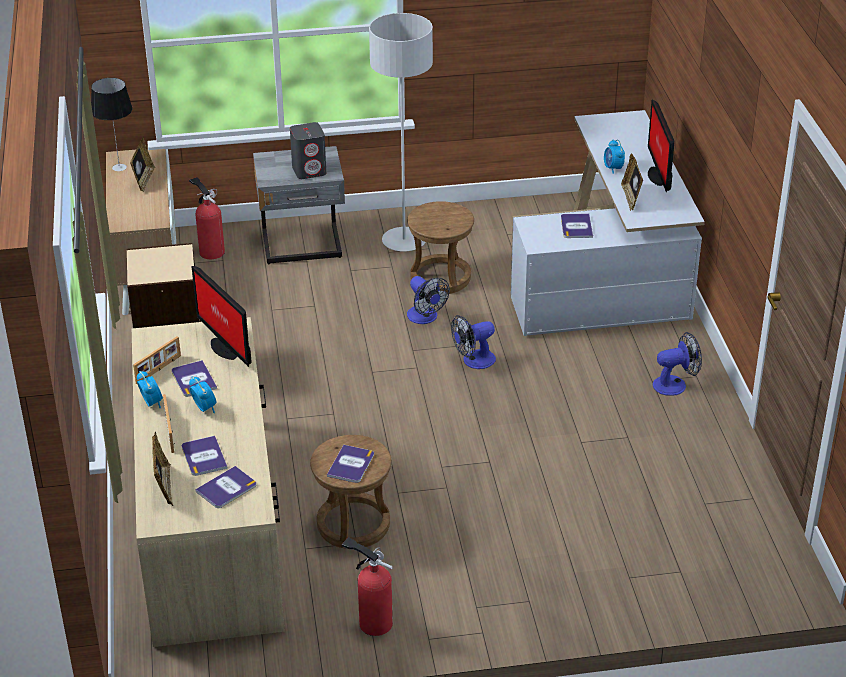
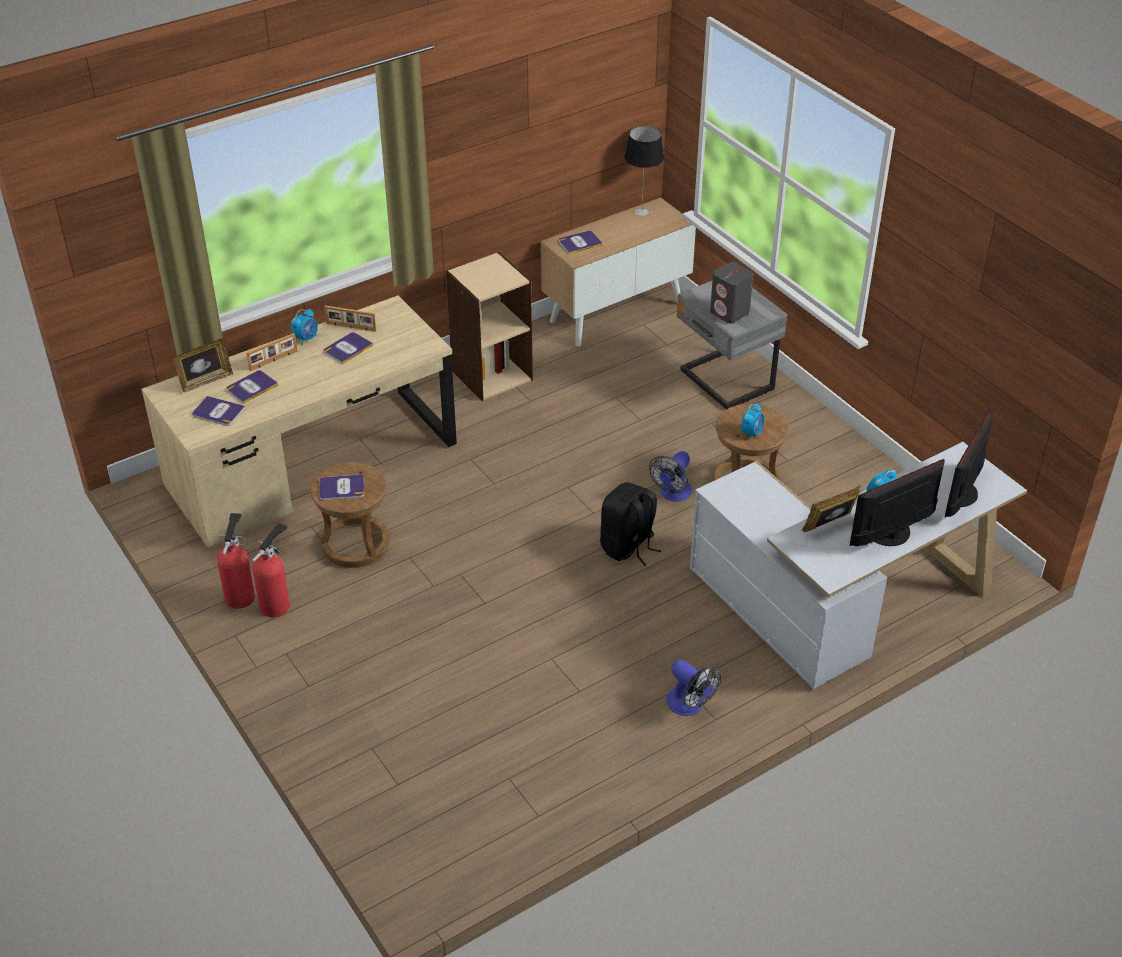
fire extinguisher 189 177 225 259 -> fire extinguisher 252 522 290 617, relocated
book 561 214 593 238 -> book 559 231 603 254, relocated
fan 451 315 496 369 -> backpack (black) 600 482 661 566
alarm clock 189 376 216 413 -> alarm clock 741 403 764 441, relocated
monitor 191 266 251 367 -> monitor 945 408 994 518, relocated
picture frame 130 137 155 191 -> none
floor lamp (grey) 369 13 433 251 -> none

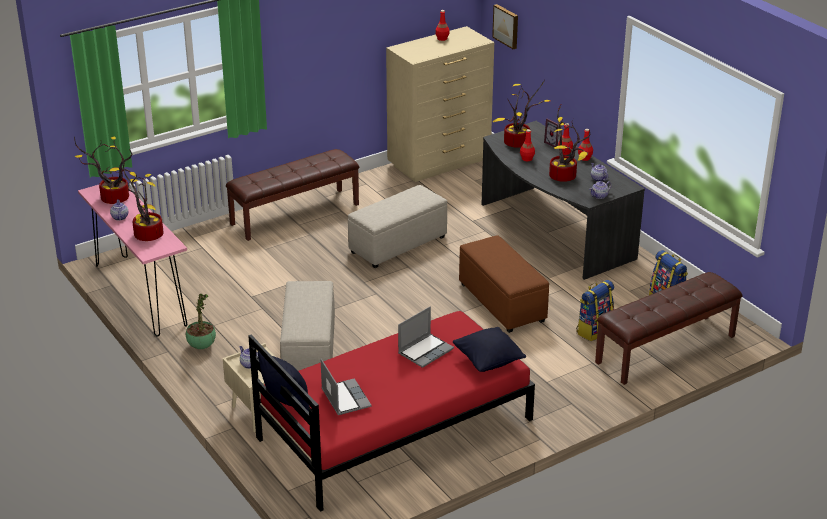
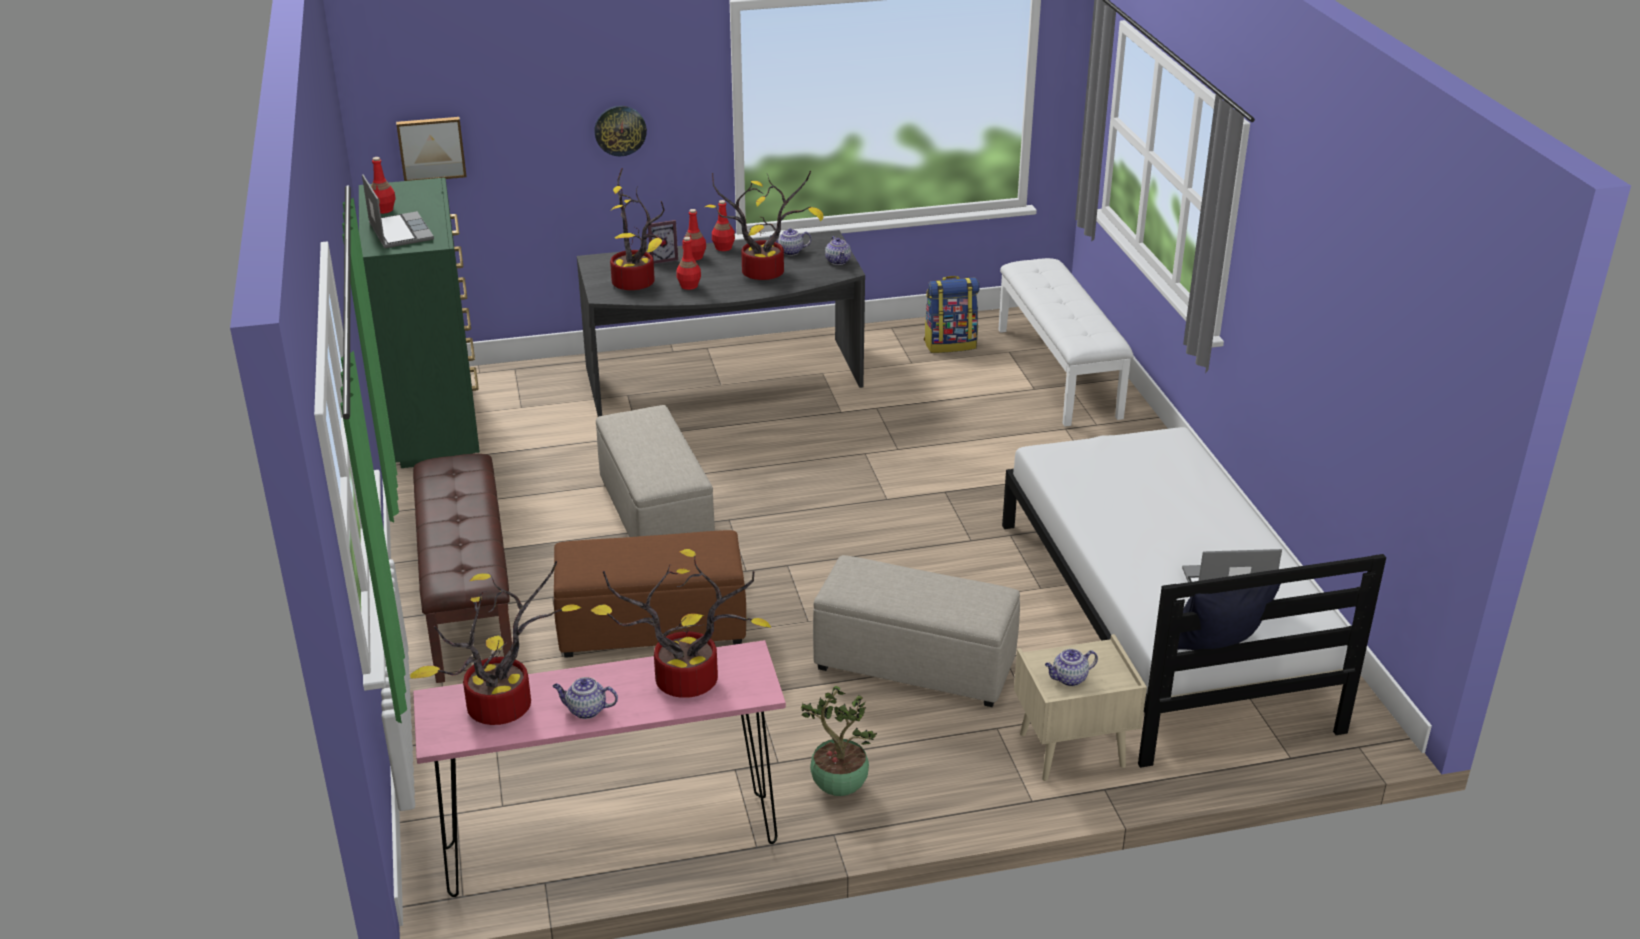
dresser (beige) 386 26 494 182 -> dresser (green) 359 178 480 468
laptop 398 306 454 368 -> laptop 362 174 434 248, relocated
ottoman (brown) 459 235 549 333 -> ottoman (brown) 554 530 746 658, relocated
none -> wall clock 594 106 647 156
bench (brown) 595 272 742 385 -> bench (white) 999 258 1134 426
bed (red) 248 311 535 512 -> bed (white) 1002 427 1386 768
pillow (black) 453 327 526 372 -> none
backpack 576 280 614 341 -> none

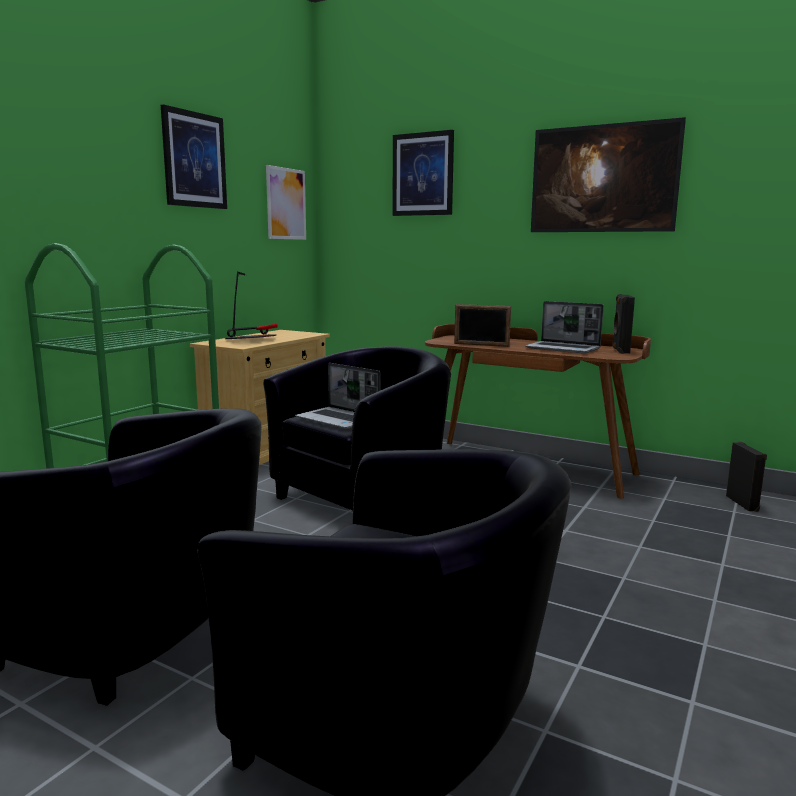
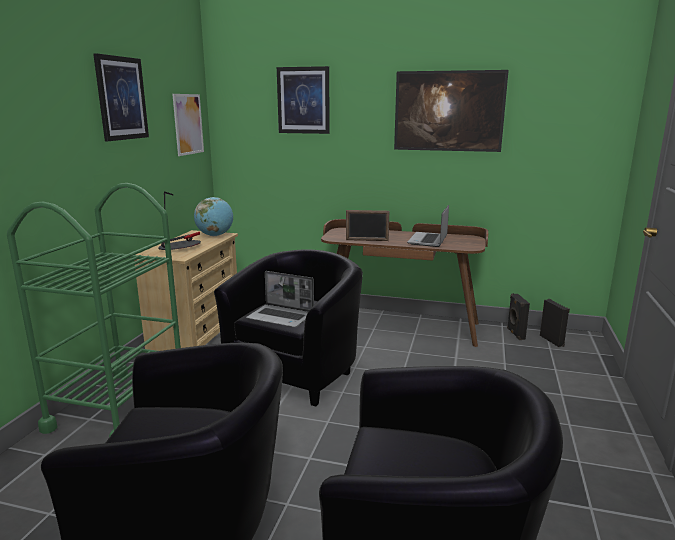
none -> globe 194 197 233 236
laptop 525 301 604 354 -> laptop 407 205 449 247, 90 degrees clockwise
speaker (black) 612 294 635 354 -> speaker (black) 507 293 530 340, relocated

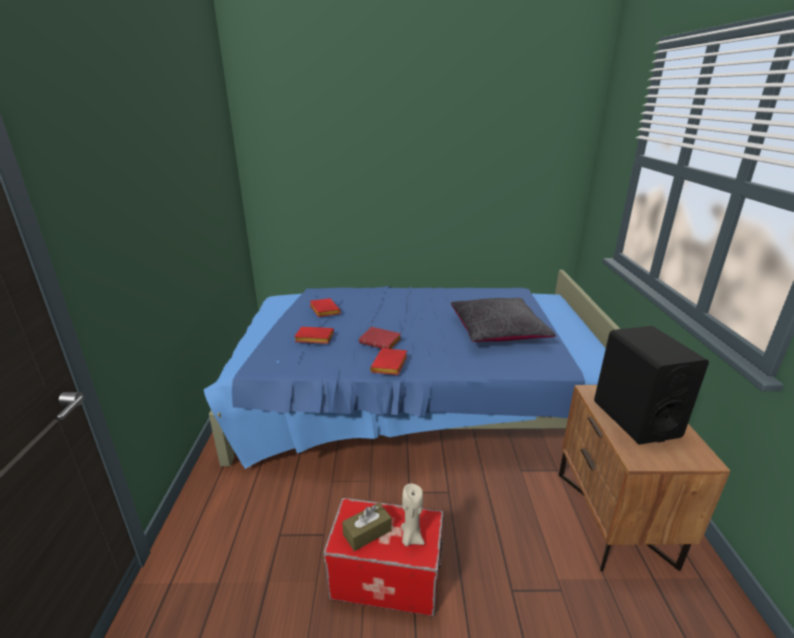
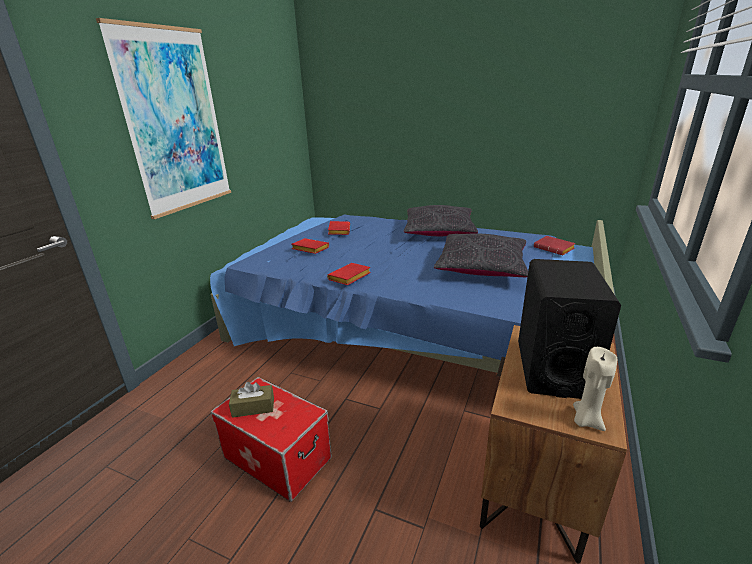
none -> picture 96 18 231 219
none -> pillow (black) 404 205 478 236
book (red) 359 327 401 349 -> book (red) 534 236 576 255, relocated
candle (beige) 401 483 425 546 -> candle (beige) 573 347 617 431, relocated

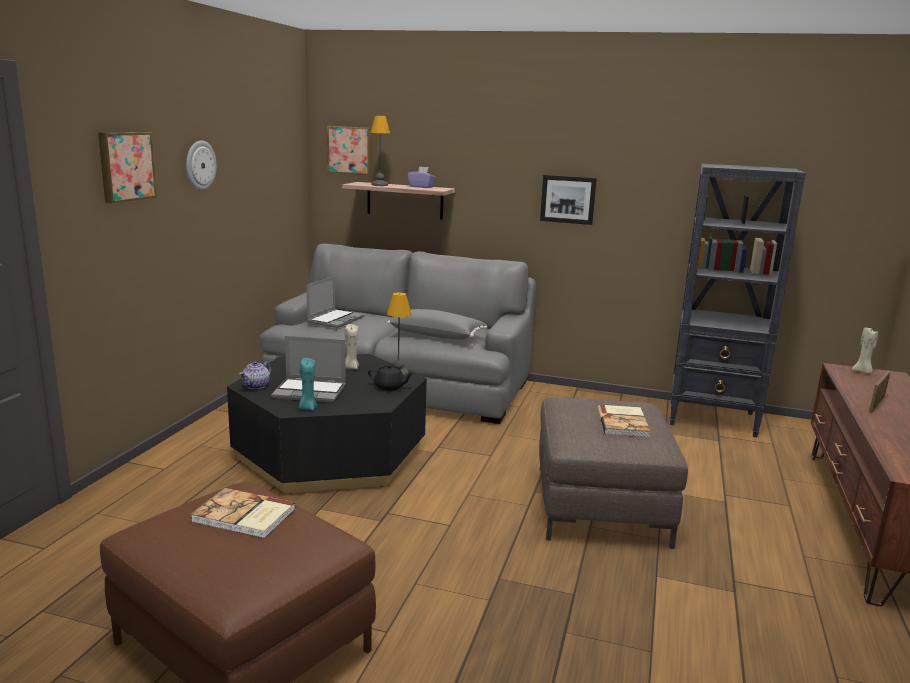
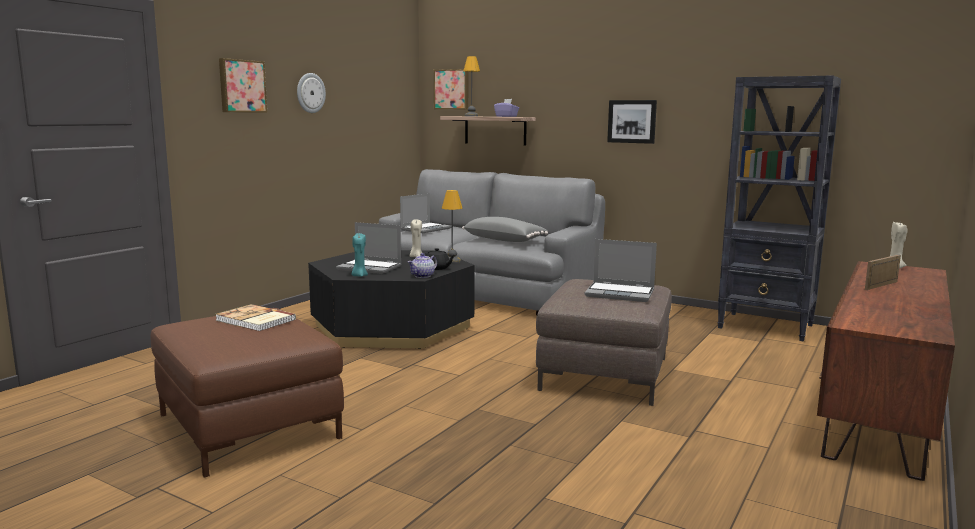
teapot 239 361 271 389 -> teapot 408 253 437 278, relocated
book 598 405 650 437 -> laptop 585 239 657 302

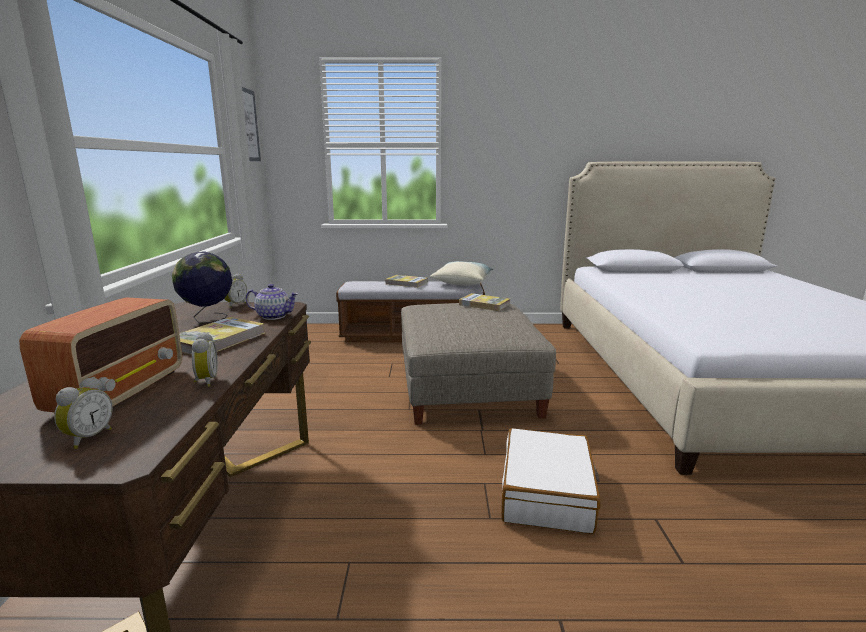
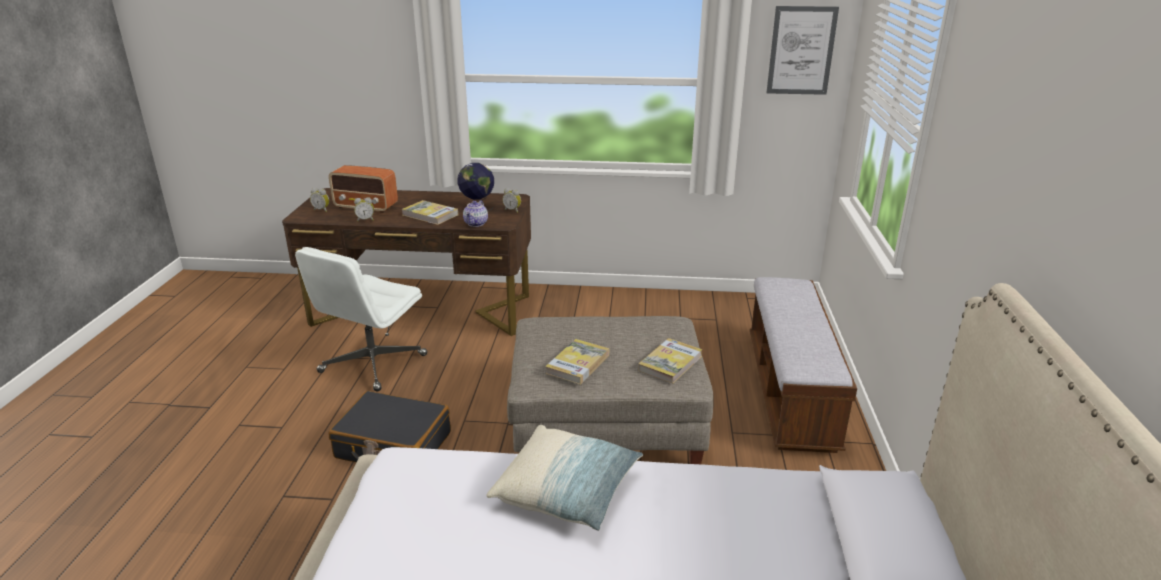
none -> office chair (white) 295 247 427 392
suitcase (white) 501 428 601 534 -> suitcase (black) 329 391 451 462
pillow 430 261 494 285 -> pillow 487 425 643 531, relocated
book 385 275 428 288 -> book 545 339 609 385, relocated

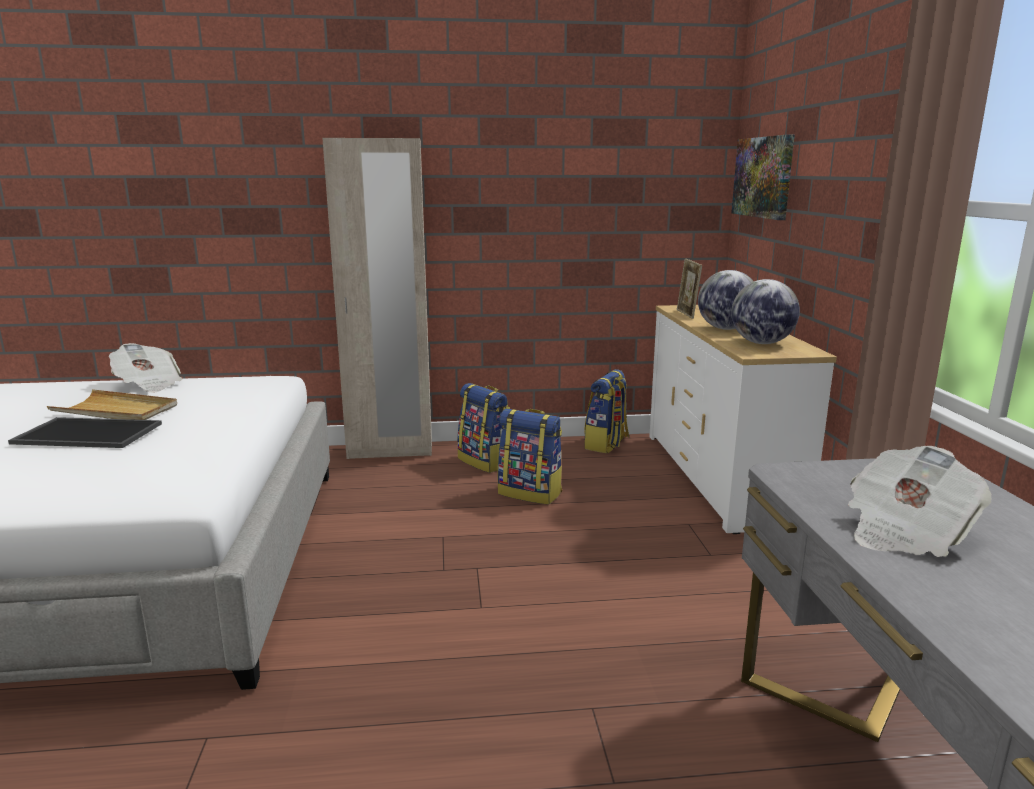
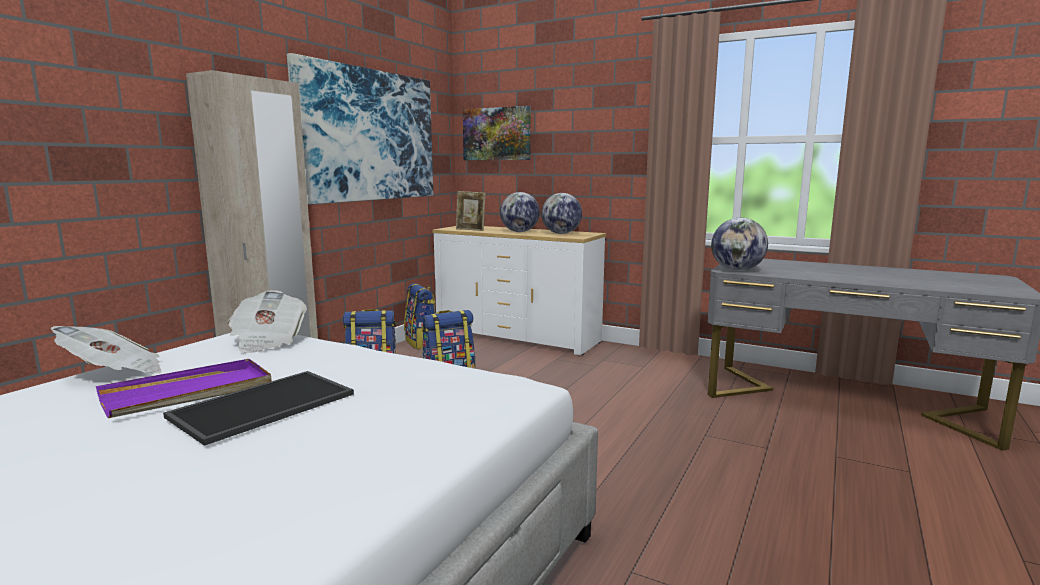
tray (beige) 46 389 177 420 -> tray (purple) 96 359 272 418
newspaper 848 446 992 557 -> newspaper 228 290 307 353, relocated
none -> picture 287 53 433 204
none -> globe 711 218 768 271

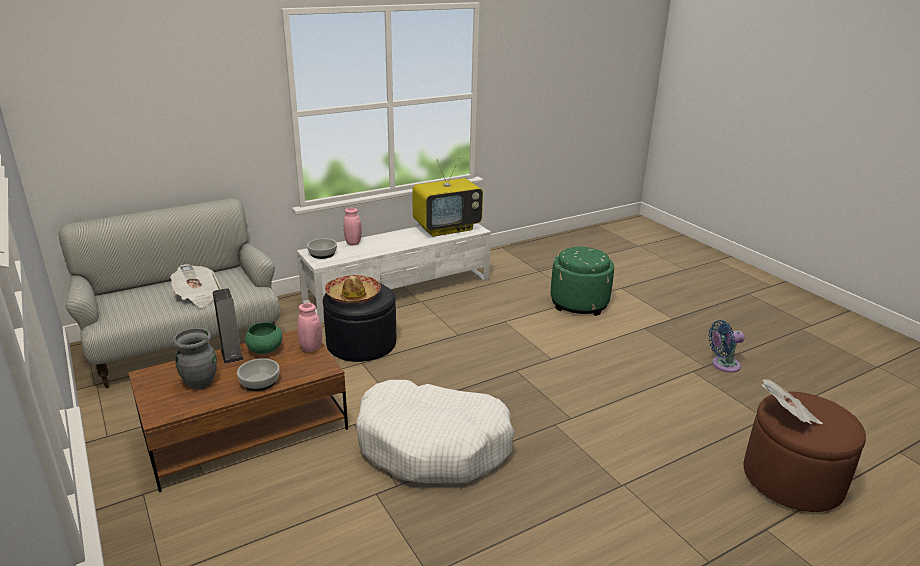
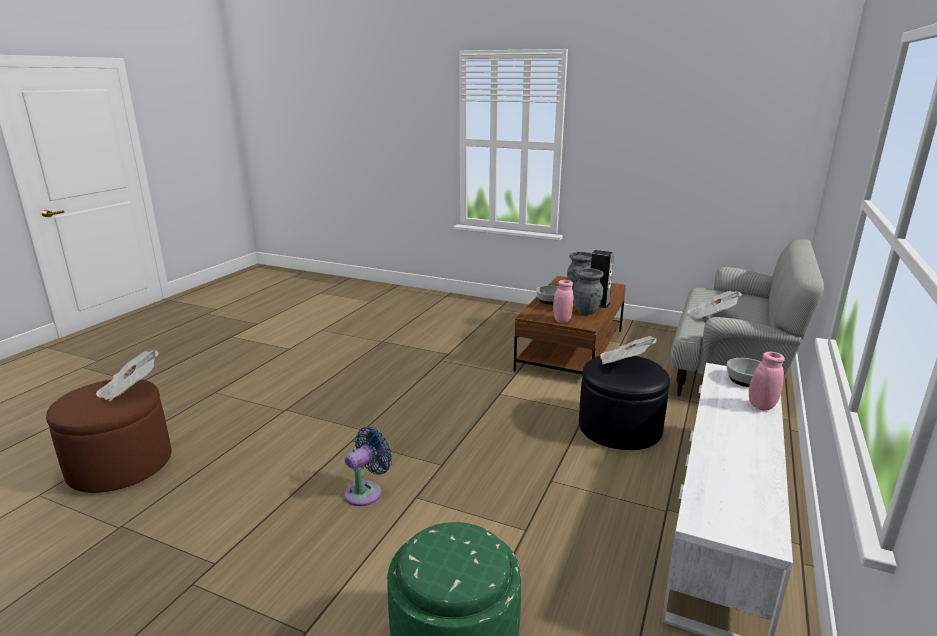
fan (blue) 709 320 745 373 -> fan (blue) 344 427 392 506, relocated
bowl (green) 245 322 283 354 -> vase (grey) 574 268 603 315
hat 325 275 381 303 -> newspaper 600 336 657 365
dog bed (white) 356 380 515 483 -> none
television 412 158 483 237 -> none

